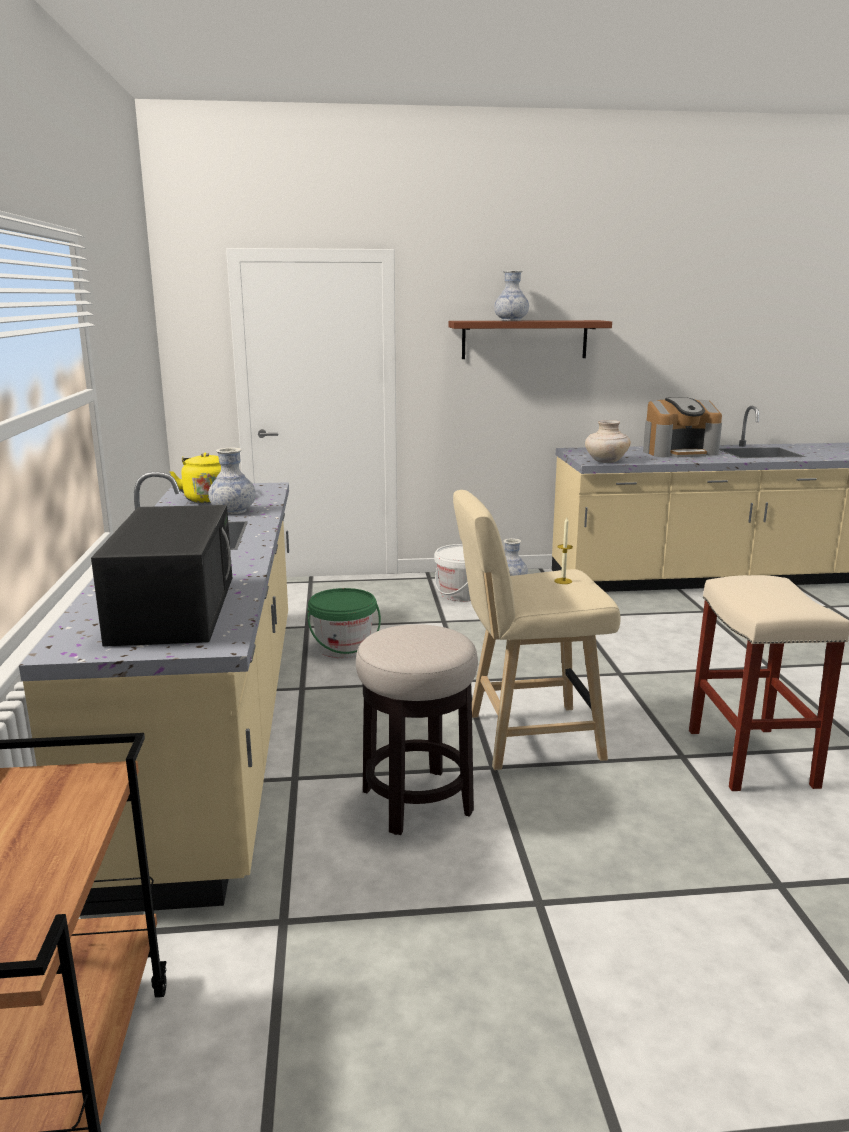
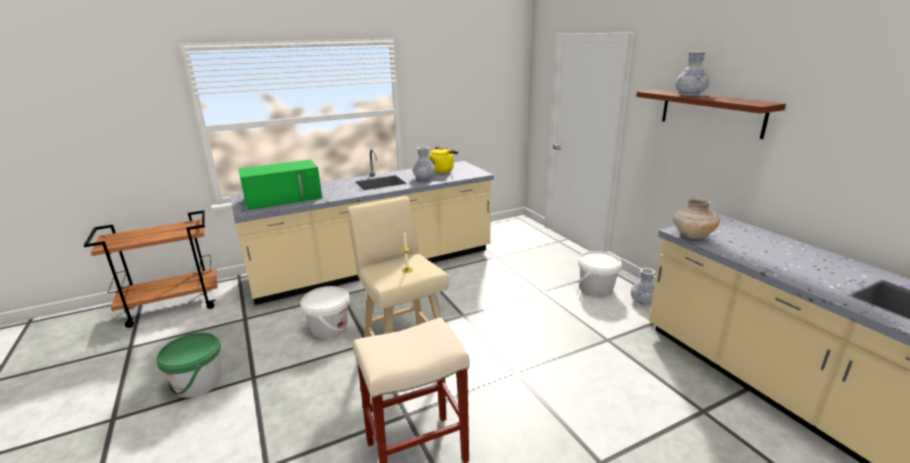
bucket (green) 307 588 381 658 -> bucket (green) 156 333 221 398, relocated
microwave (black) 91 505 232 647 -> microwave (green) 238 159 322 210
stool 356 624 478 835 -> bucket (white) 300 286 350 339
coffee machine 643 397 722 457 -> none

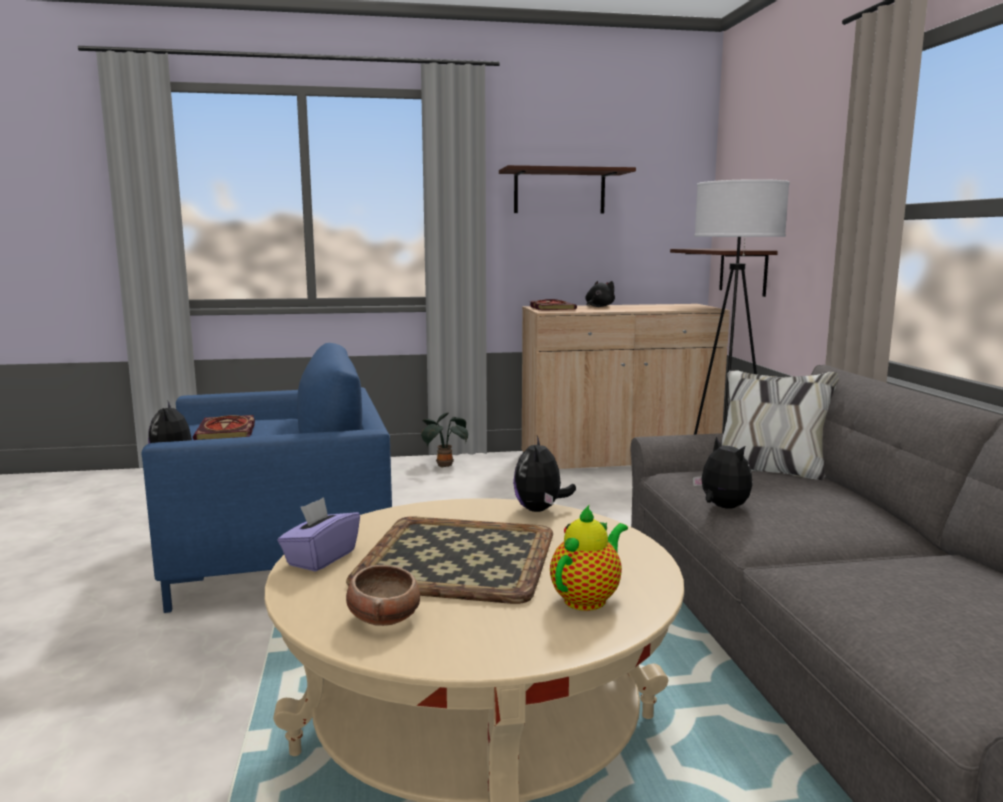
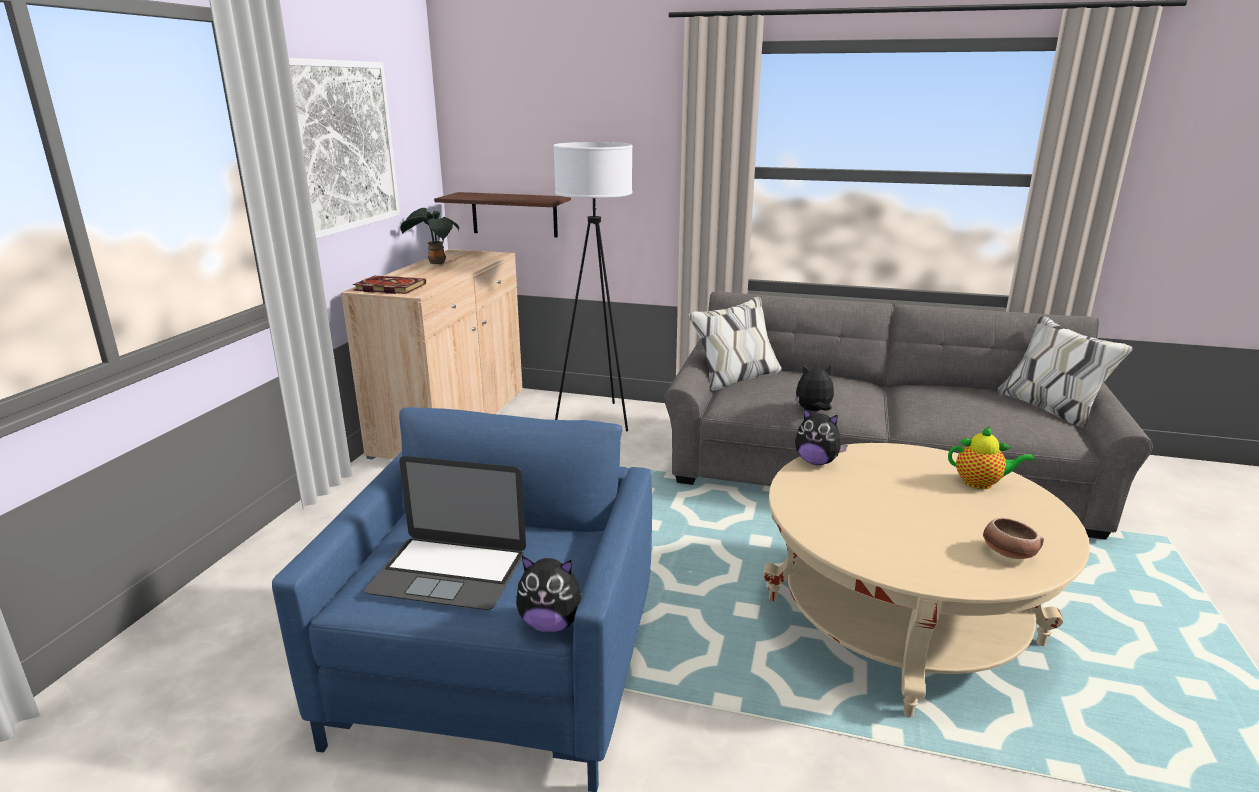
shelf 499 165 636 214 -> picture 289 58 400 239
book 193 415 255 440 -> laptop 364 456 526 610
potted plant 421 413 468 468 -> potted plant 400 208 459 265, relocated
teapot 550 505 628 611 -> teapot 948 426 1035 489, 135 degrees clockwise
tissue box (purple) 278 497 360 572 -> none
tray 346 517 553 604 -> none
plush toy (black) 585 281 615 307 -> none

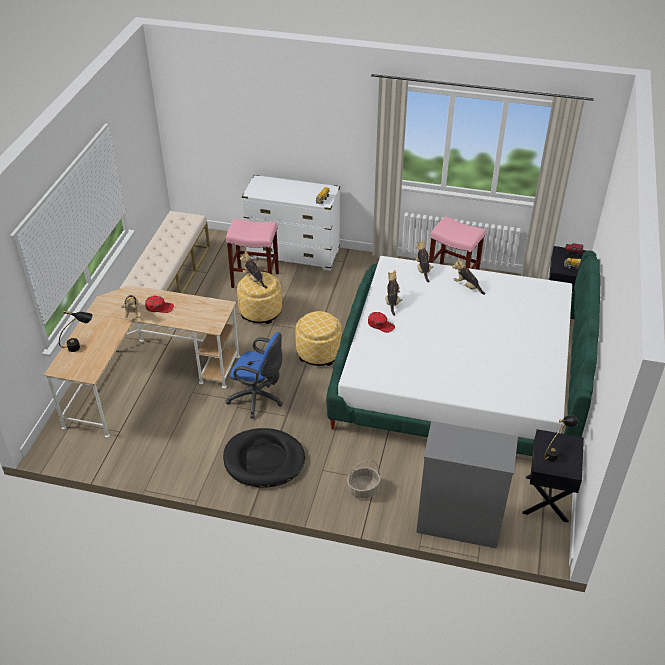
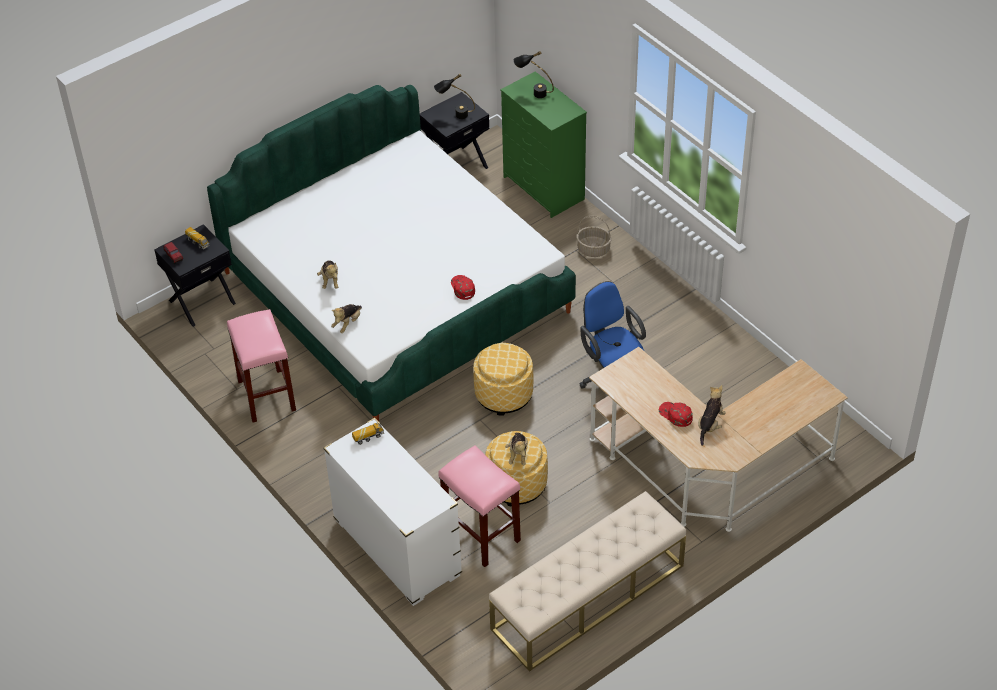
dresser (grey) 416 421 518 549 -> dresser (green) 500 71 587 218
table lamp (black) 59 310 92 352 -> table lamp (black) 513 51 554 98, relocated
dog bed (black) 223 428 305 488 -> none
plush toy 386 270 403 316 -> none

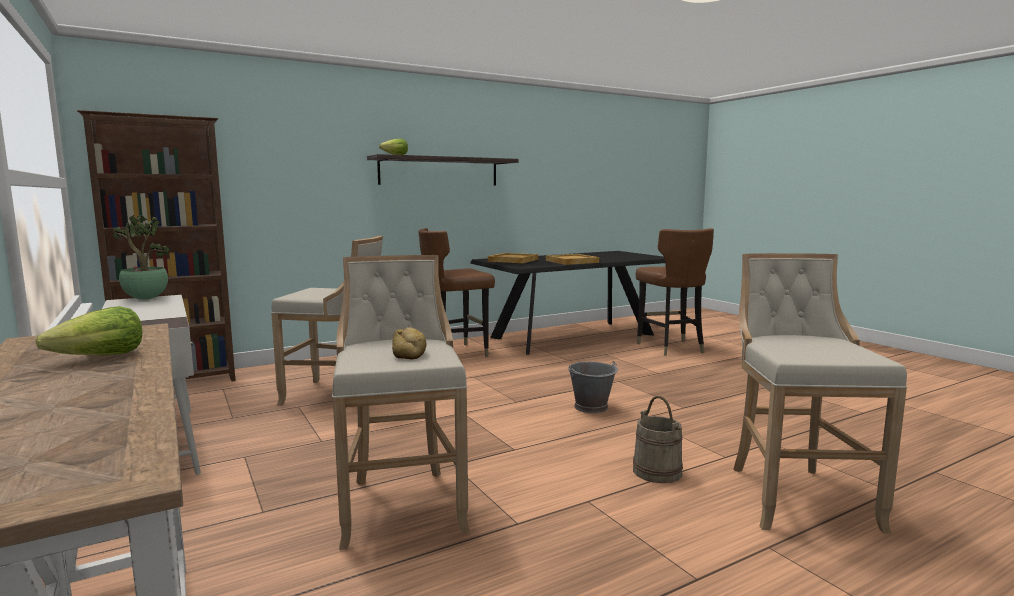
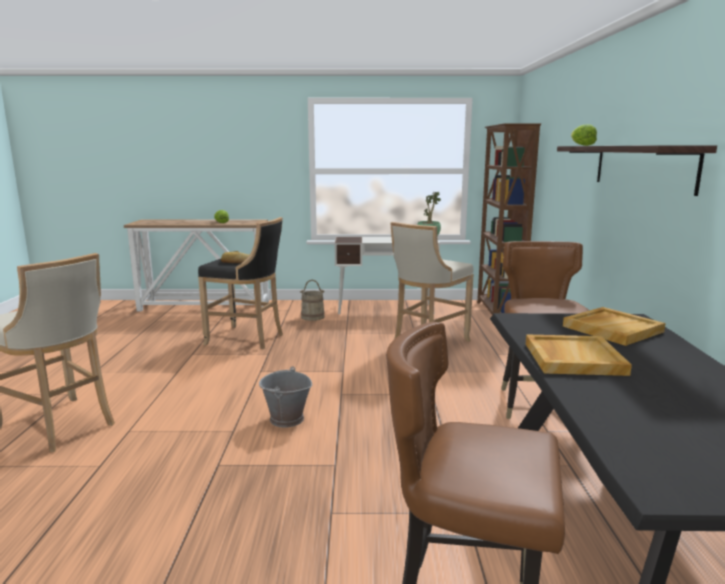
stool (beige) 332 255 470 550 -> stool (black) 198 217 283 349
bucket (beige) 633 396 683 483 -> bucket (beige) 300 280 325 321, relocated

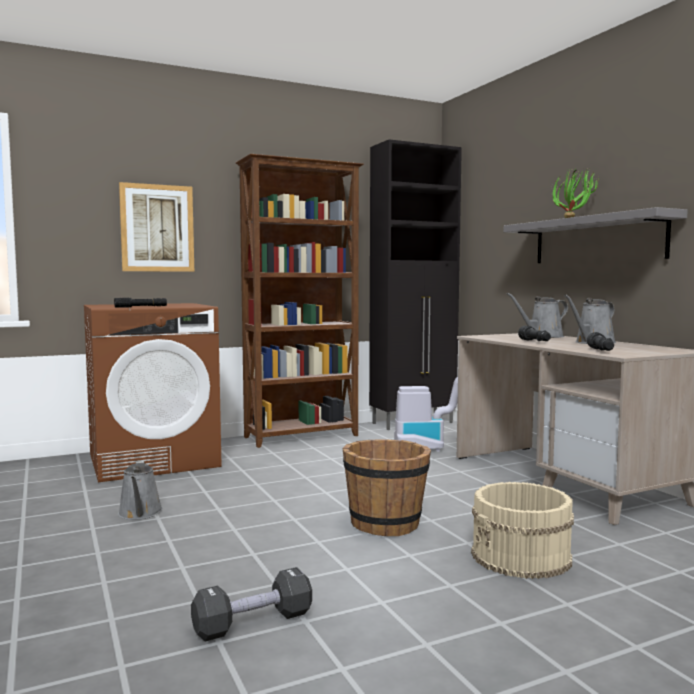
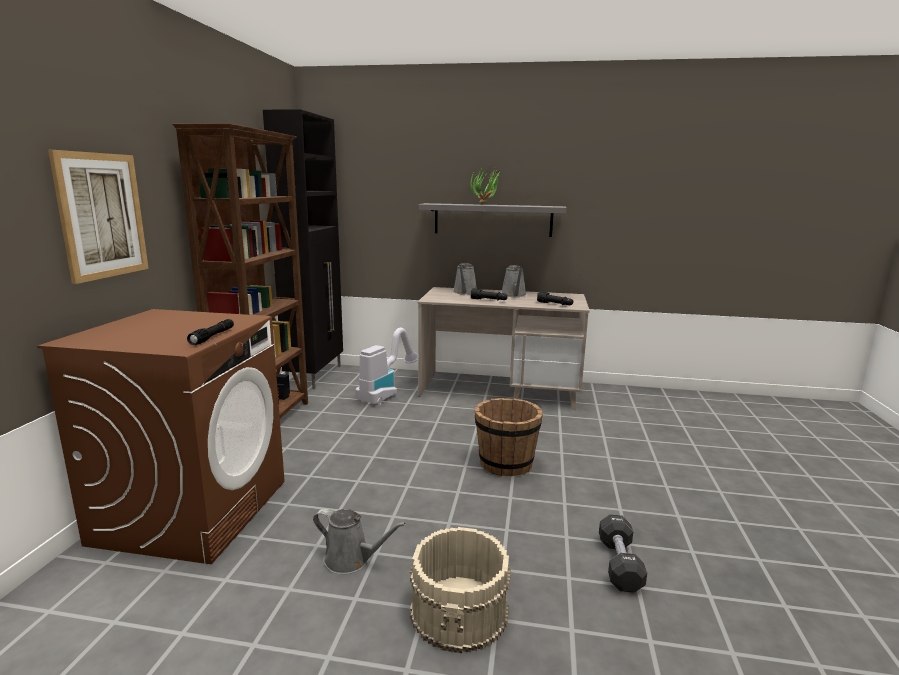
bucket (beige) 471 482 574 579 -> bucket (beige) 410 527 511 653, relocated

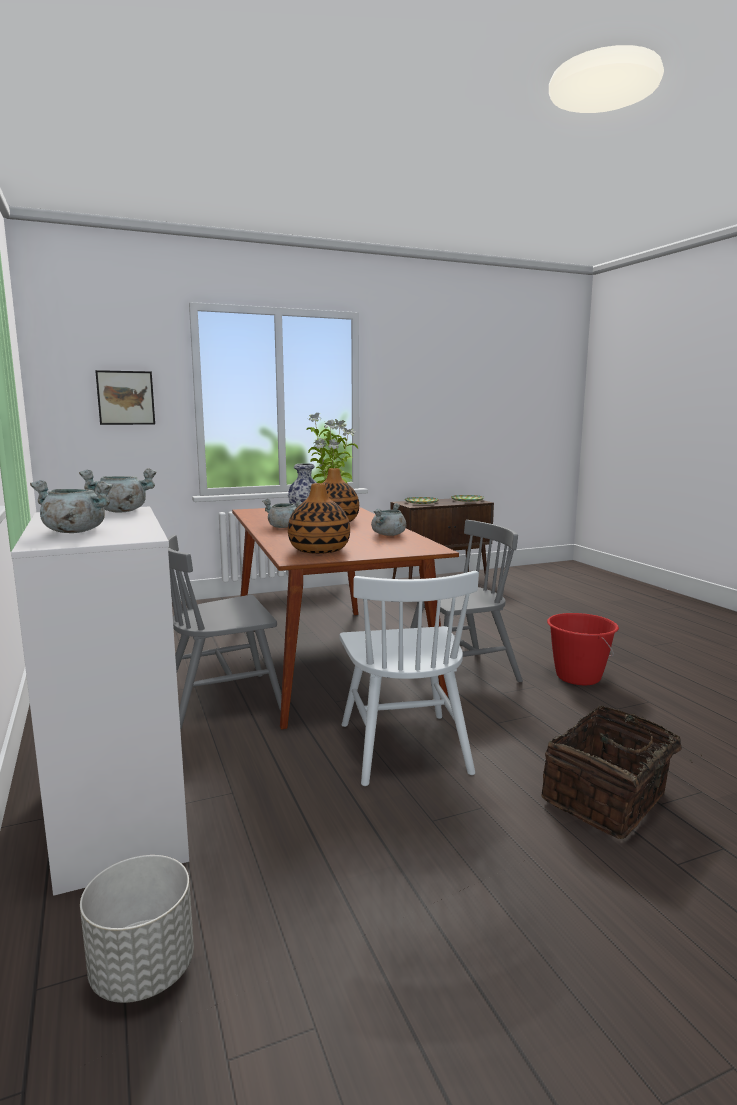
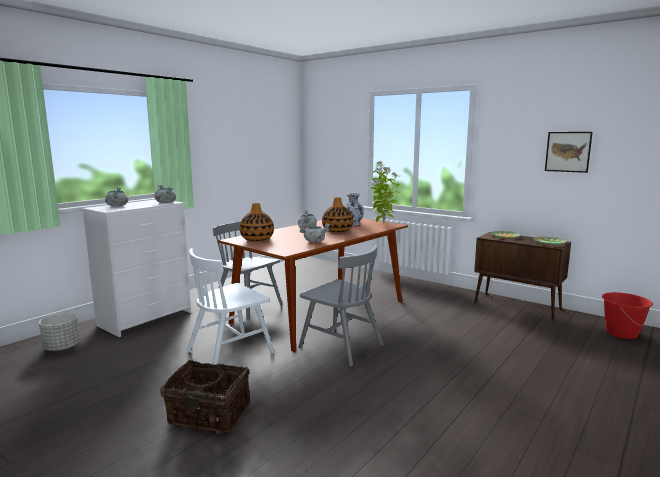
picture 95 370 155 425 -> picture 545 132 593 173, relocated
bucket (red) 547 613 619 685 -> bucket (red) 602 292 653 339, relocated

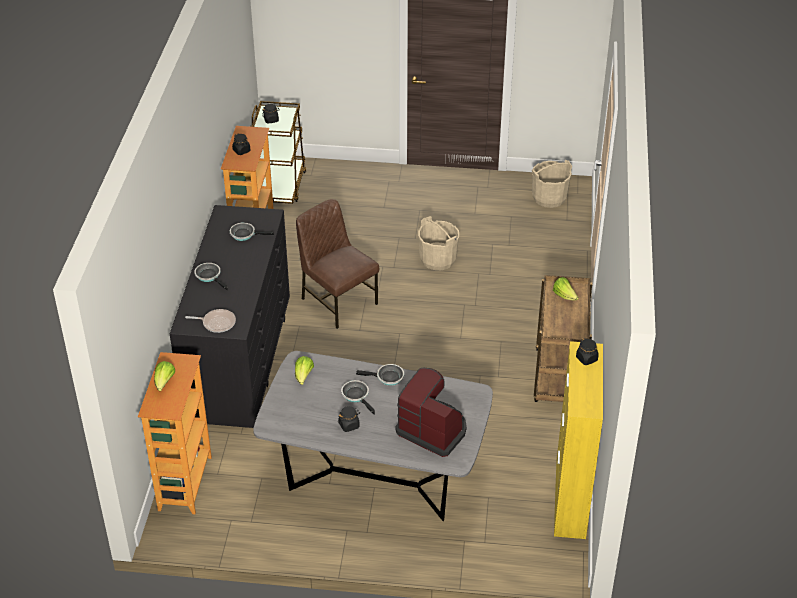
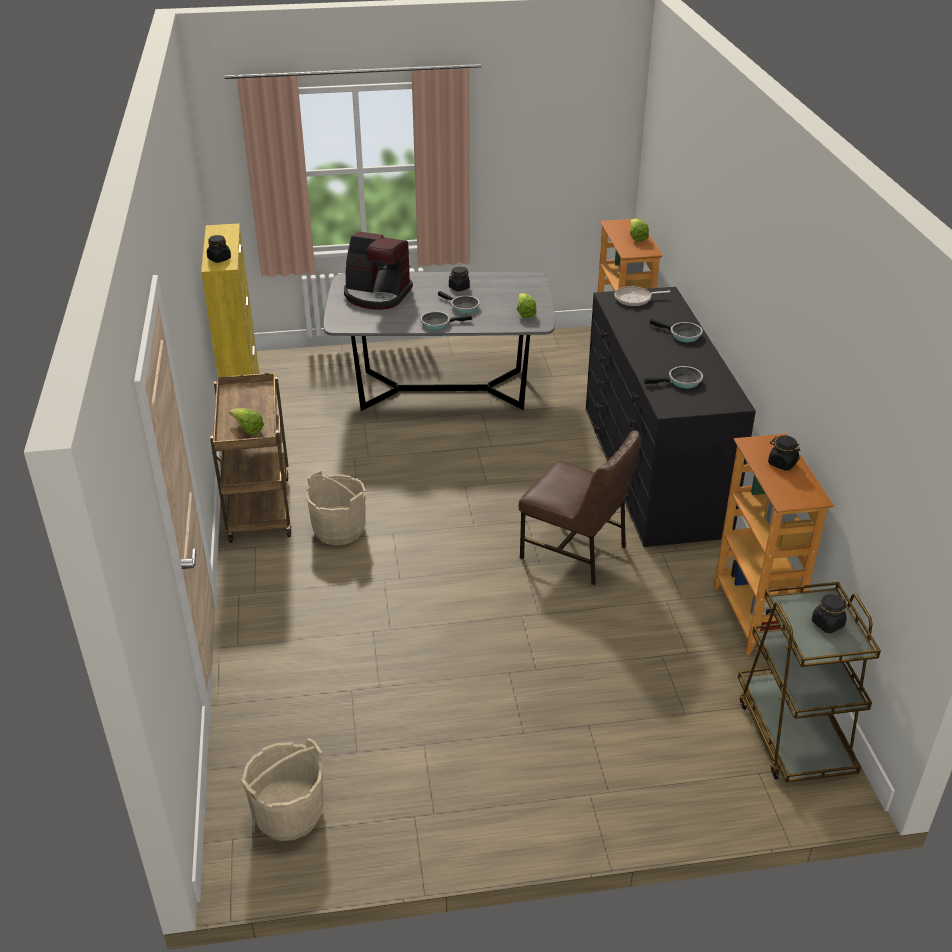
bucket (beige) 418 216 459 270 -> bucket (beige) 306 470 366 545, relocated

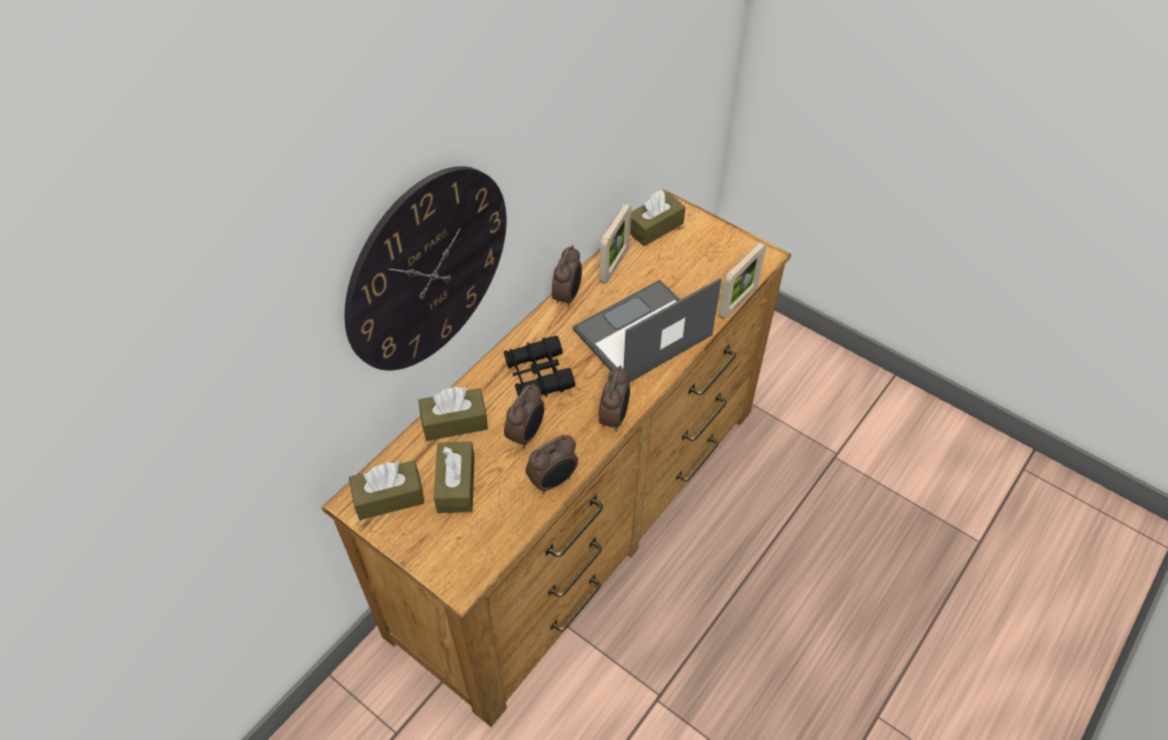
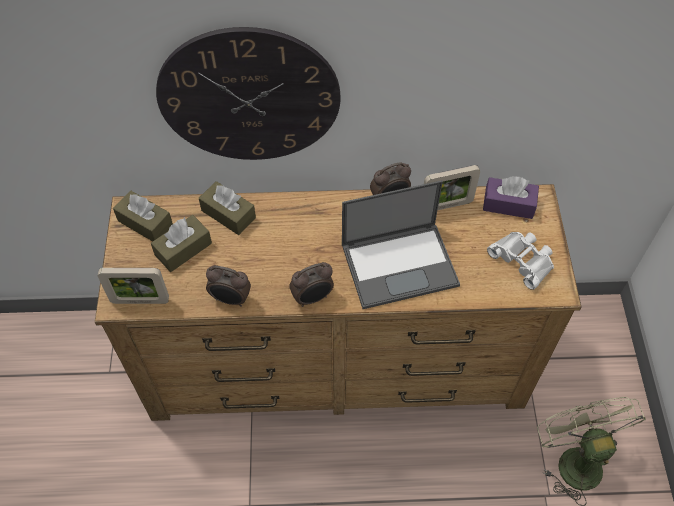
picture frame 719 242 766 320 -> picture frame 98 268 169 304, relocated
laptop 573 278 721 383 -> laptop 342 180 460 309, 150 degrees clockwise
tissue box (brown) 630 190 685 246 -> tissue box (purple) 483 176 539 219
none -> binoculars (white) 487 232 554 290
none -> fan (green) 537 397 646 506
binoculars (black) 504 336 575 397 -> none
alarm clock 504 383 544 449 -> none

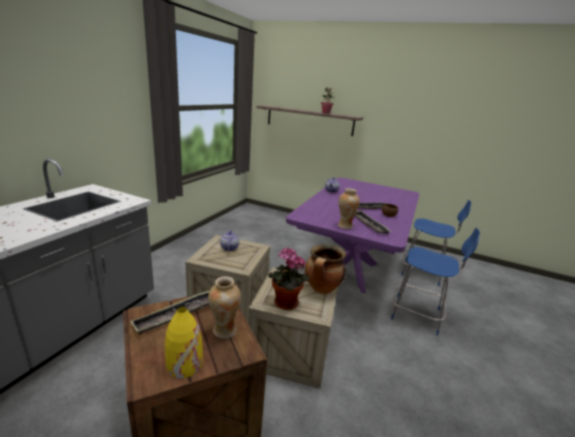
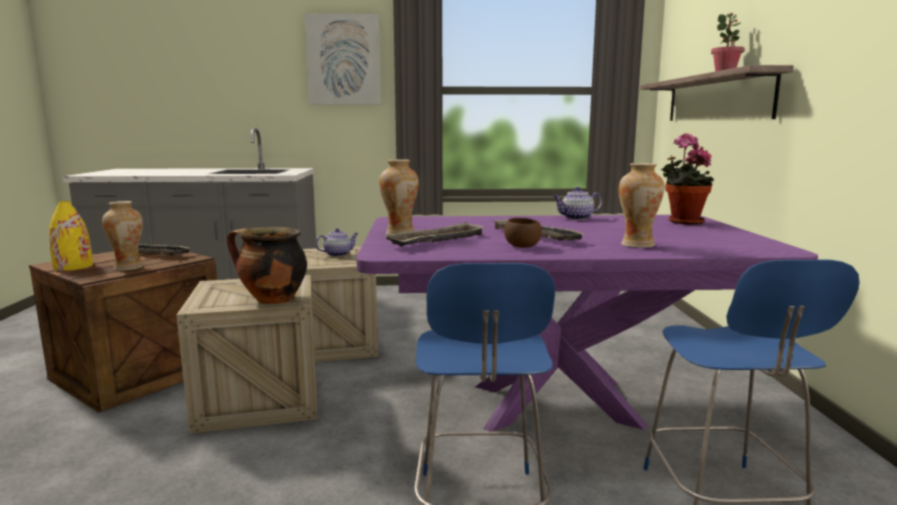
none -> picture 305 14 381 105
none -> vase 619 163 664 248
potted plant 269 248 310 310 -> potted plant 661 133 714 225, relocated

